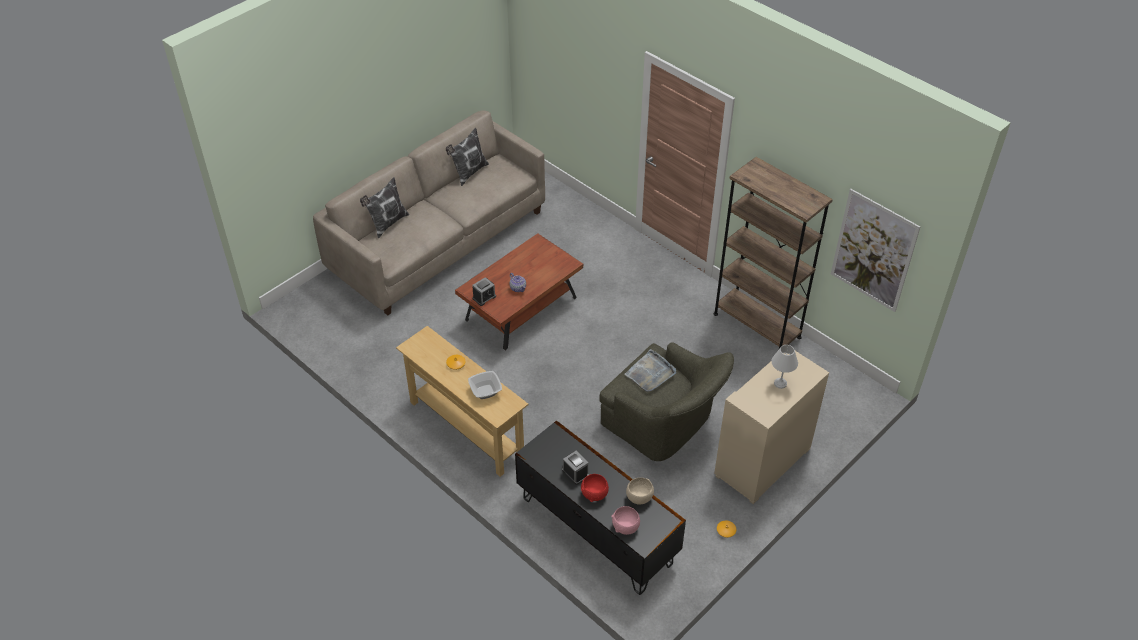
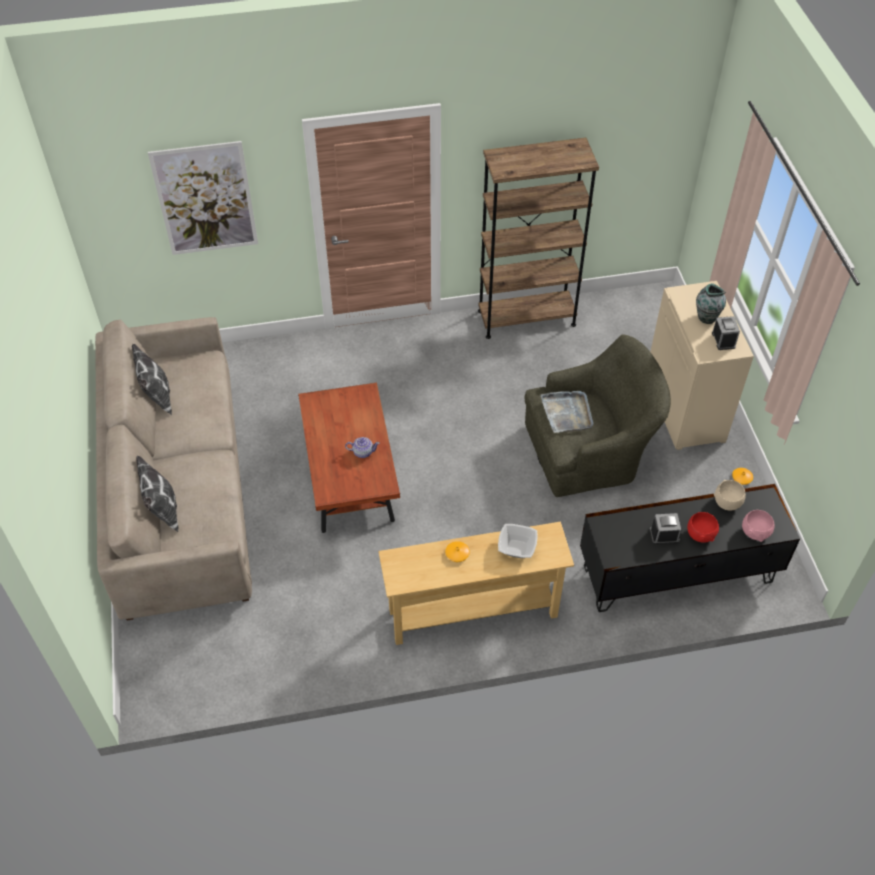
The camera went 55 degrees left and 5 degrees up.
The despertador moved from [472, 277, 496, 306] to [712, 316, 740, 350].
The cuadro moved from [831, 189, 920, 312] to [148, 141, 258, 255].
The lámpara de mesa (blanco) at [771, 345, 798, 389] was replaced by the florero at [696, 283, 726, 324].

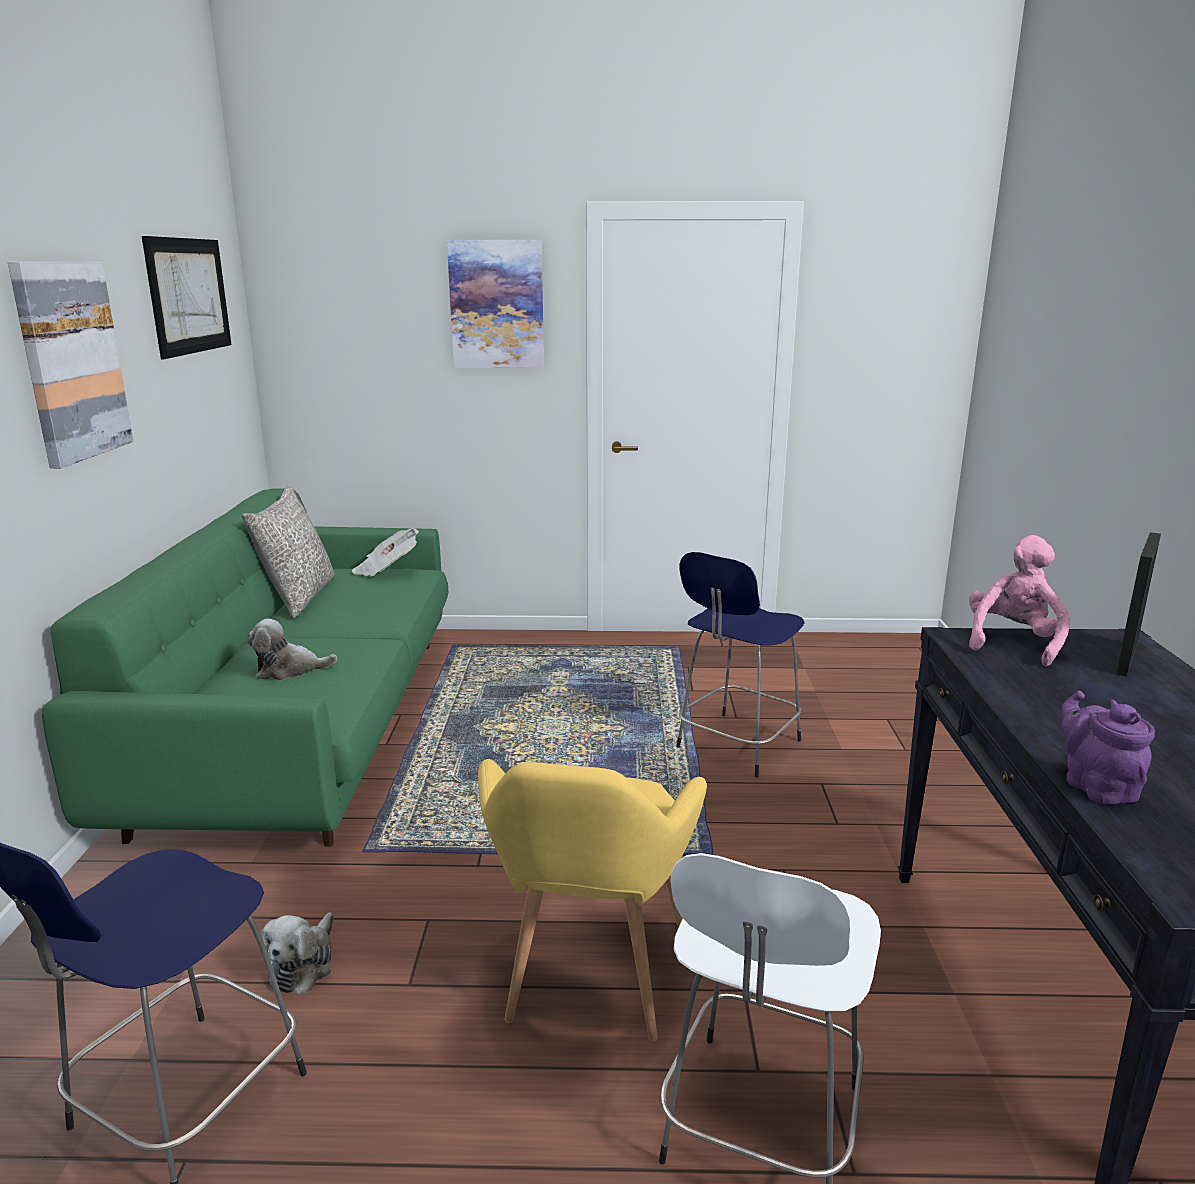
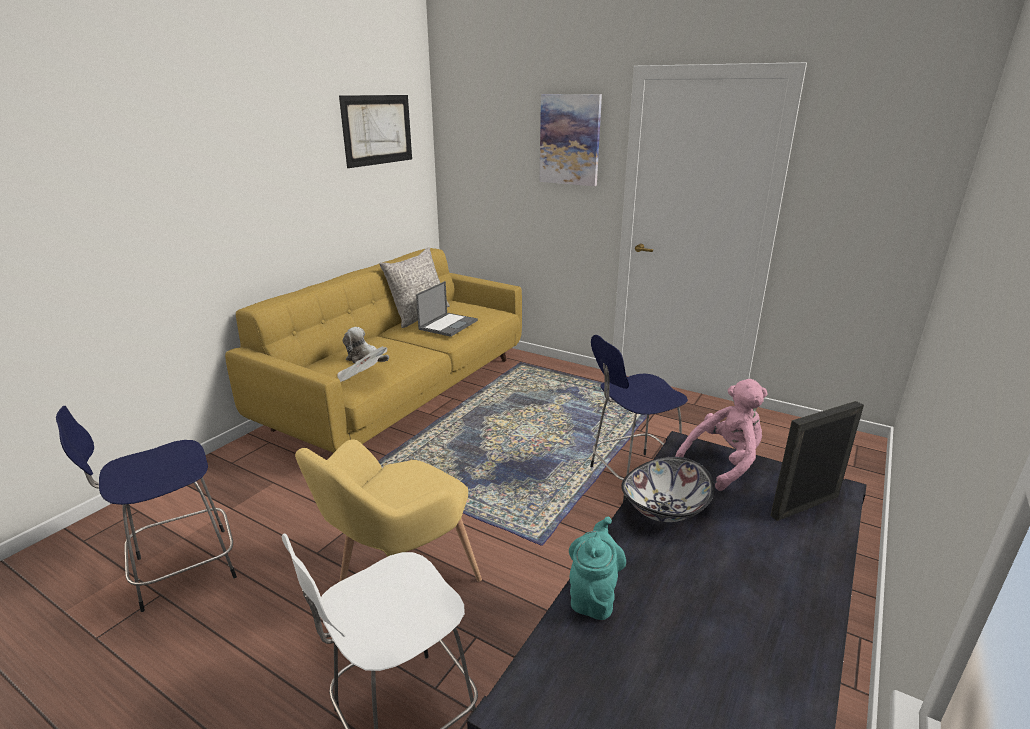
The camera went 30 degrees right and 5 degrees up.
The cuadro at [8, 262, 133, 469] disappeared.
The peluche at [261, 912, 333, 995] disappeared.
The portátil at [416, 281, 478, 337] appeared.
The cuenco at [621, 457, 715, 522] appeared.
The periódico moved from [352, 528, 419, 577] to [337, 346, 388, 382].
The sofá (verde) at [42, 488, 449, 847] became the sofá (amarillo) at [225, 248, 522, 453].
The tetera (morado) at [1061, 691, 1155, 804] became the tetera (turquesa) at [569, 517, 626, 620].

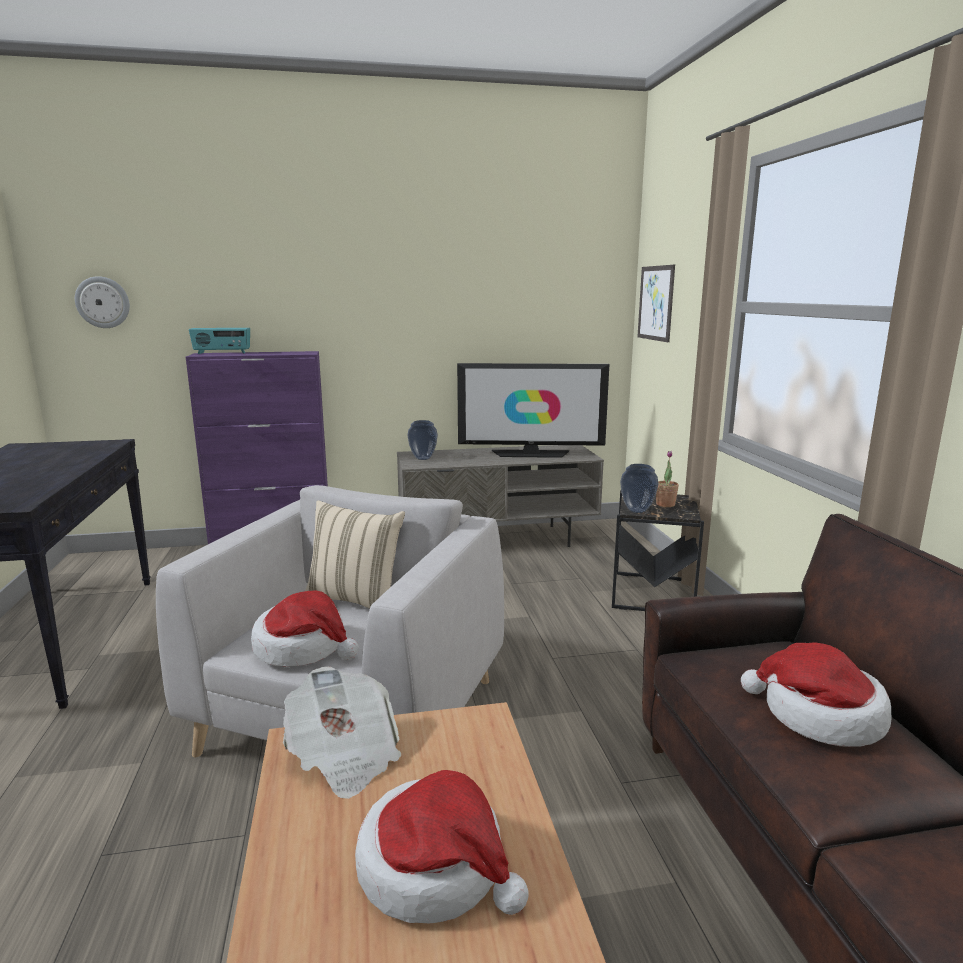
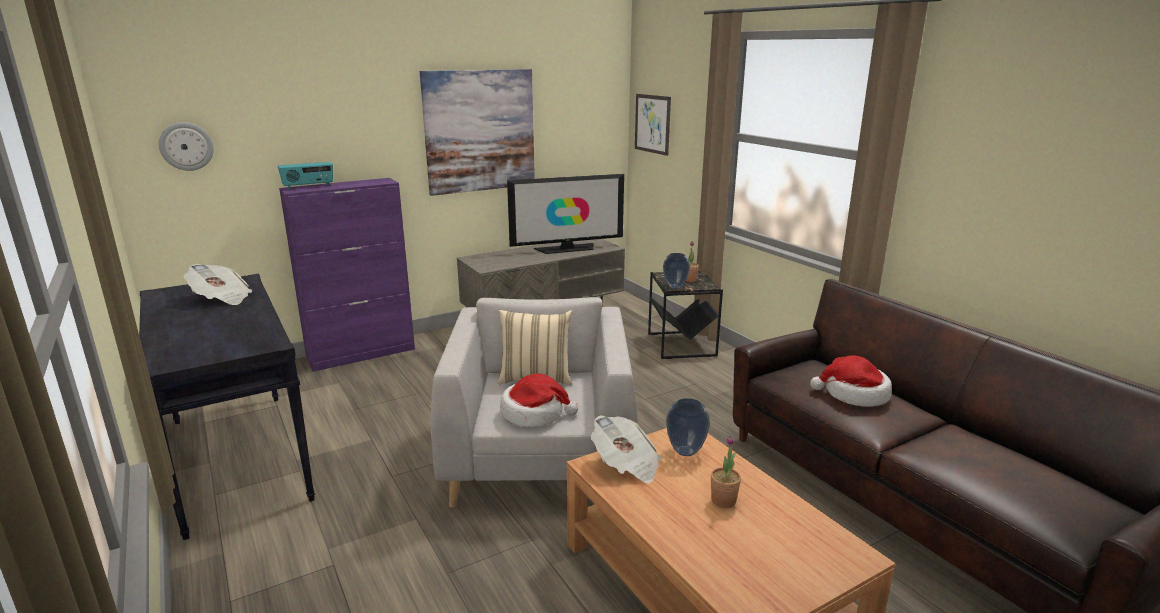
The camera went 20 degrees left and 5 degrees up.
The periódico at [184, 264, 252, 305] appeared.
The cuadro at [420, 69, 535, 196] appeared.
The florero moved from [407, 420, 438, 460] to [666, 398, 710, 456].
The sombrero at [355, 770, 529, 923] was replaced by the planta en maceta at [711, 436, 741, 508].

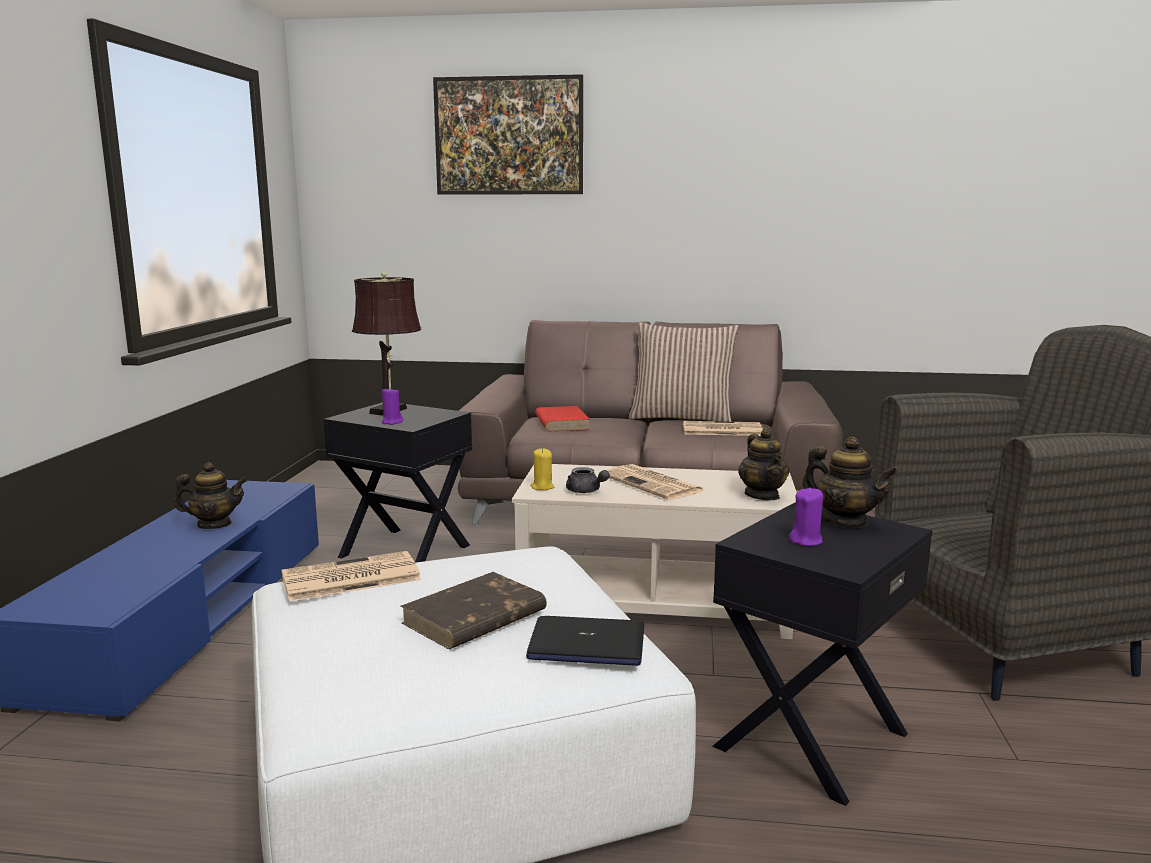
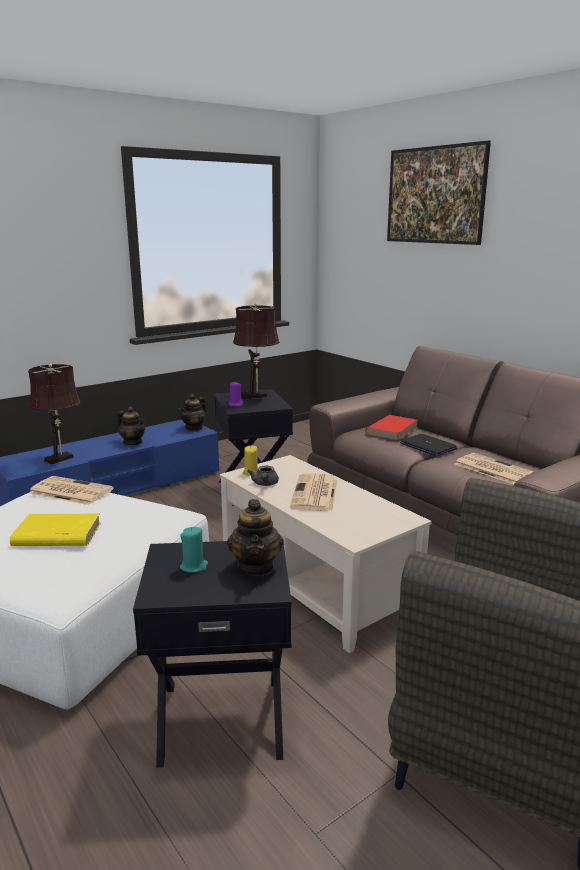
The camera went 45 degrees right and 5 degrees up.
The cojín at [629, 322, 739, 422] disappeared.
The lámpara de mesa (marrón) at [28, 364, 81, 464] appeared.
The portátil moved from [526, 616, 644, 666] to [400, 434, 457, 456].
The tetera moved from [738, 428, 789, 500] to [179, 394, 207, 431].
The libro (marrón) at [401, 572, 547, 649] became the libro (amarillo) at [10, 514, 101, 546].
The vela (morado) at [789, 487, 823, 546] became the vela (turquesa) at [180, 527, 208, 573].

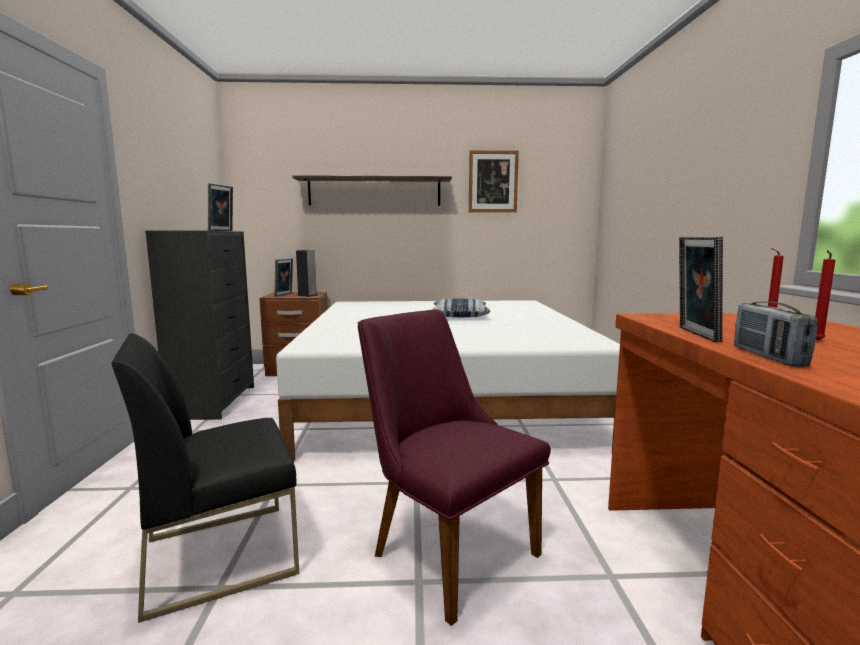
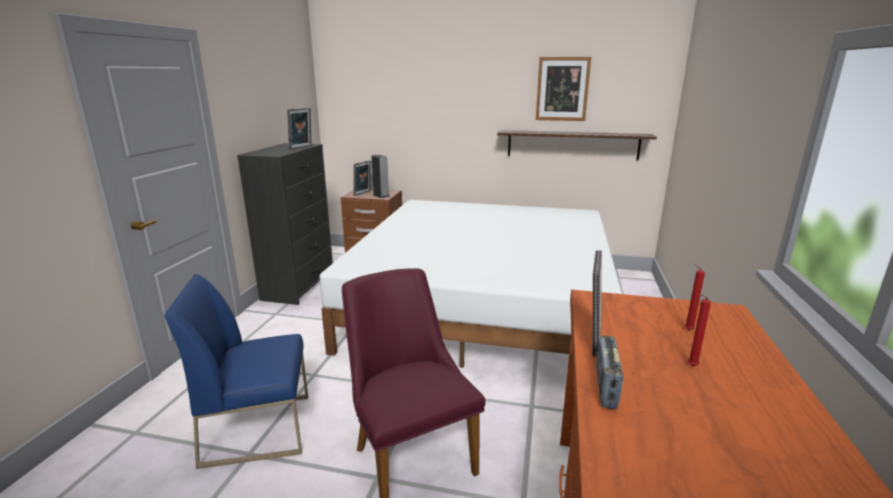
The camera went 15 degrees right and 10 degrees up.
The cojín at [433, 299, 490, 317] disappeared.
The estante moved from [292, 175, 452, 206] to [497, 130, 657, 160].
The silla (negro) at [111, 334, 299, 623] became the silla (azul) at [164, 274, 308, 469].

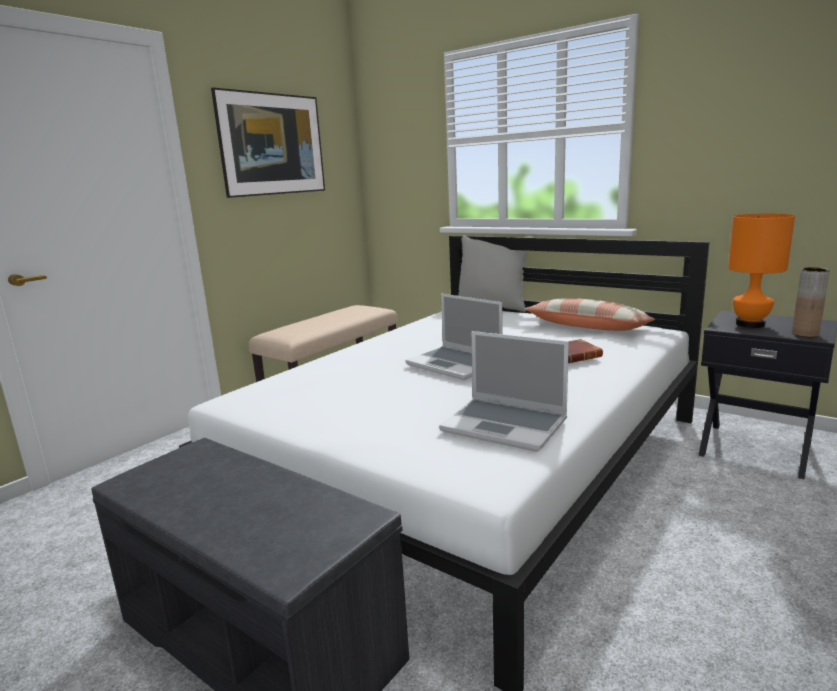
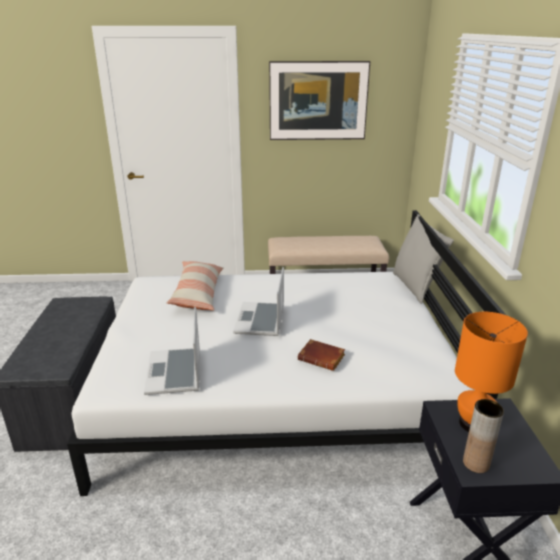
The camera went 50 degrees right and 10 degrees up.
The cojín moved from [524, 298, 655, 331] to [167, 261, 224, 310].

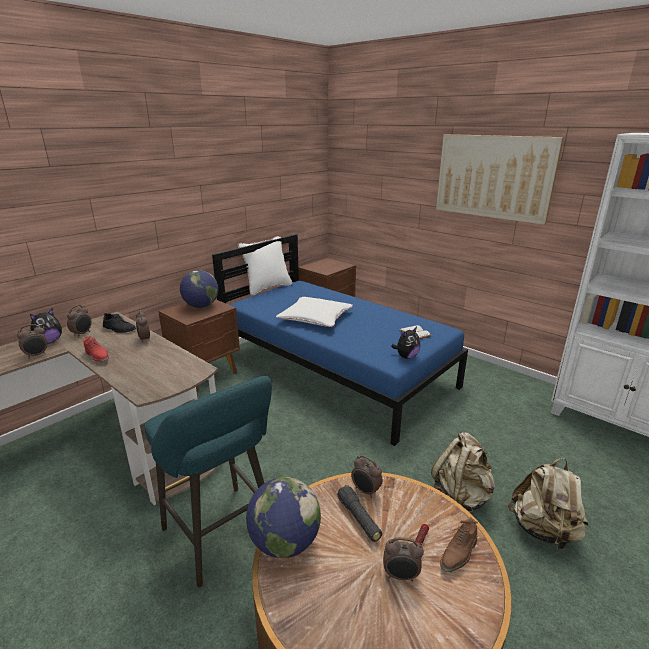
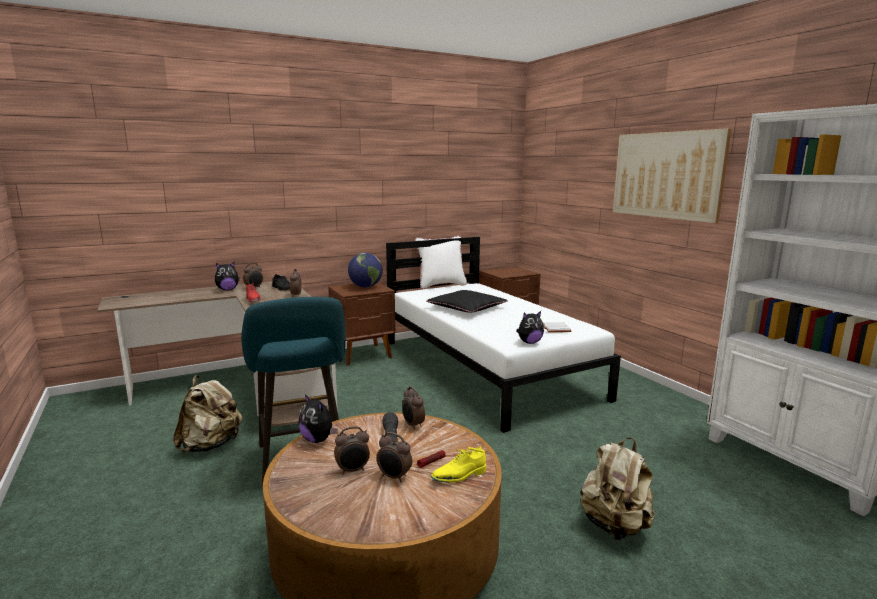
The camera went 20 degrees right and 10 degrees down.
The despertador moved from [17, 324, 48, 359] to [334, 426, 370, 474].
The mochila (beis) moved from [431, 432, 495, 514] to [173, 375, 242, 453].
The globo terráqueo at [246, 477, 321, 558] was replaced by the peluche at [298, 394, 338, 443].
The cama (azul) at [212, 234, 468, 446] became the cama (blanco) at [386, 237, 621, 433].
The cojín (blanco) at [276, 297, 353, 327] became the cojín (negro) at [426, 290, 508, 313].
The zapato (marrón) at [440, 517, 478, 572] became the zapato (amarillo) at [431, 447, 486, 483].

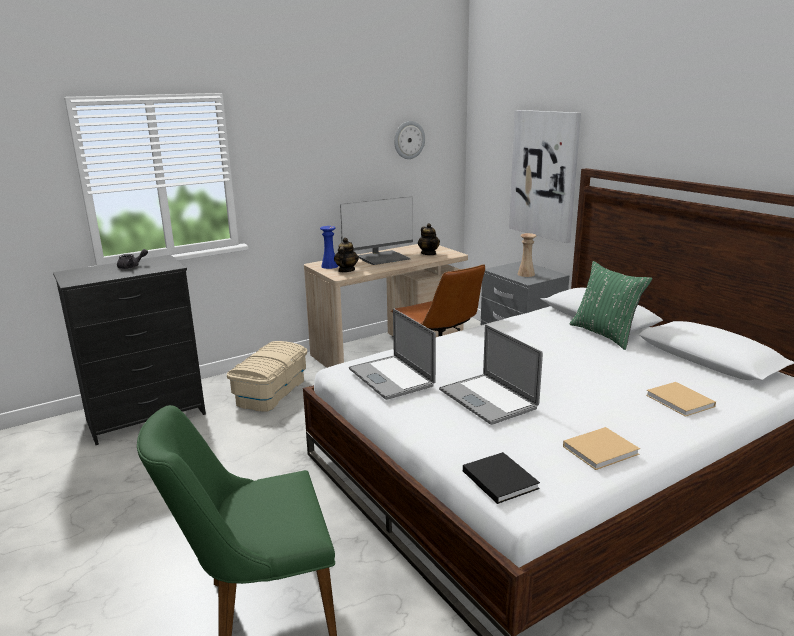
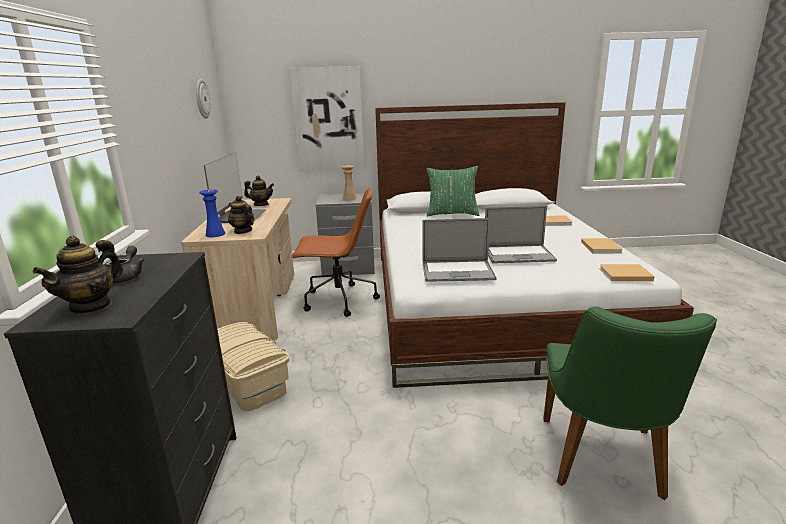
The camera went 60 degrees left and 0 degrees up.
The tetera at [33, 236, 123, 314] appeared.
The libro (negro) at [463, 452, 540, 504] became the libro (beis) at [599, 264, 655, 281].

